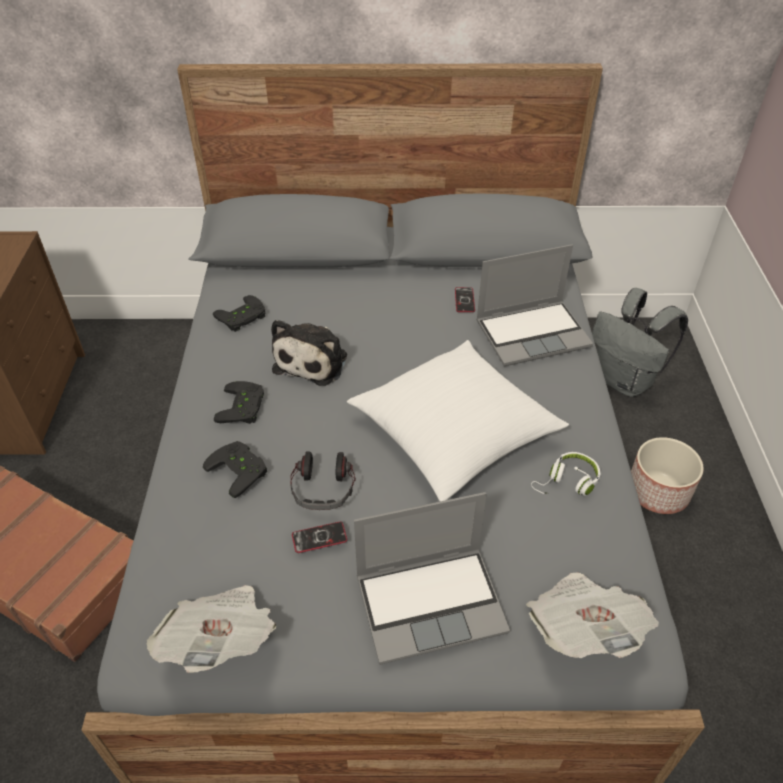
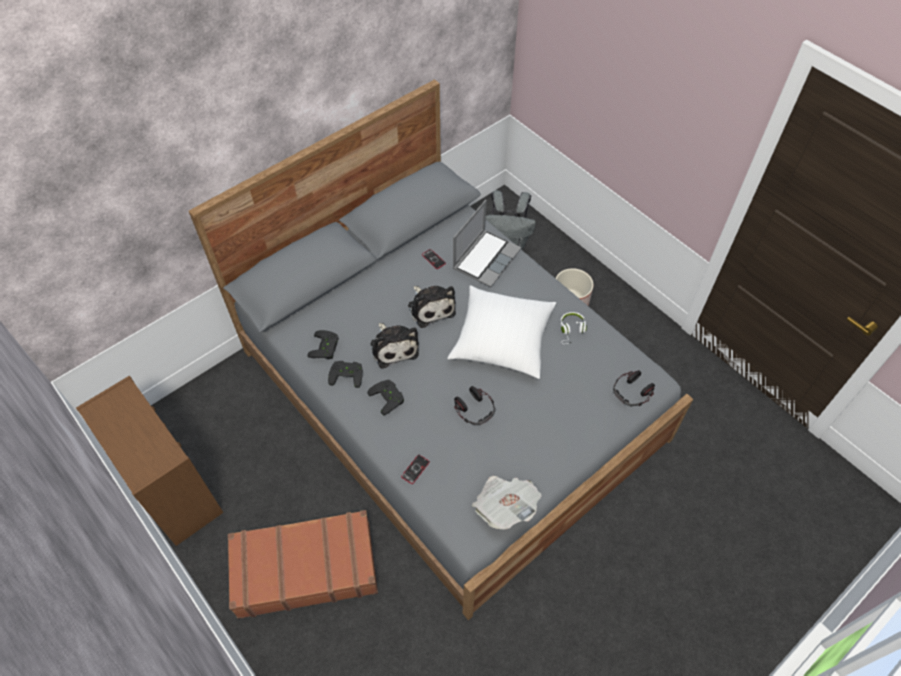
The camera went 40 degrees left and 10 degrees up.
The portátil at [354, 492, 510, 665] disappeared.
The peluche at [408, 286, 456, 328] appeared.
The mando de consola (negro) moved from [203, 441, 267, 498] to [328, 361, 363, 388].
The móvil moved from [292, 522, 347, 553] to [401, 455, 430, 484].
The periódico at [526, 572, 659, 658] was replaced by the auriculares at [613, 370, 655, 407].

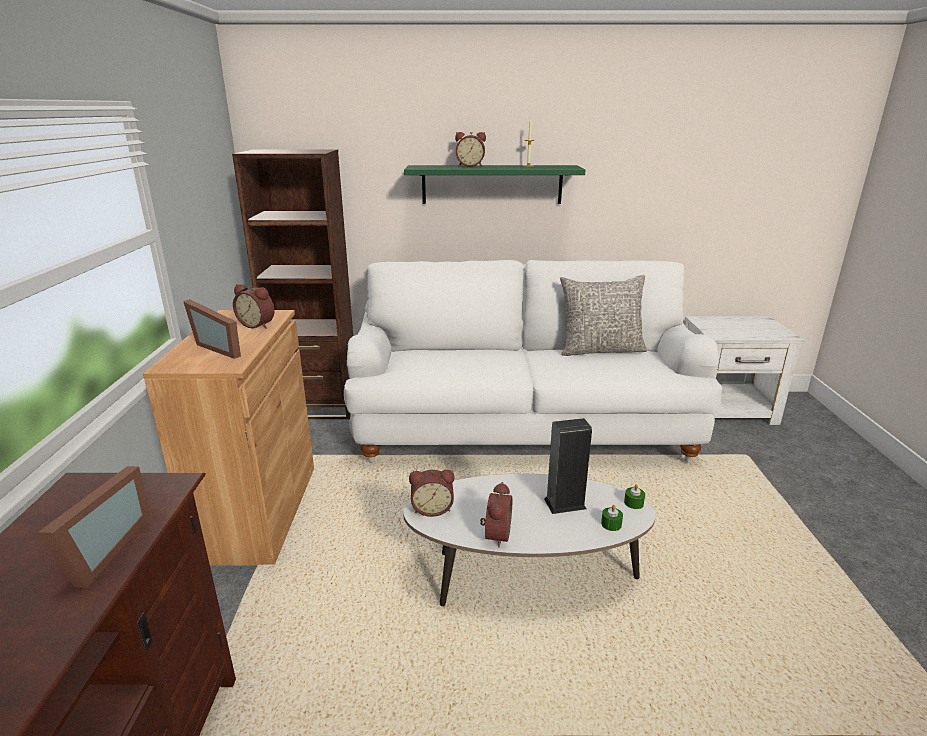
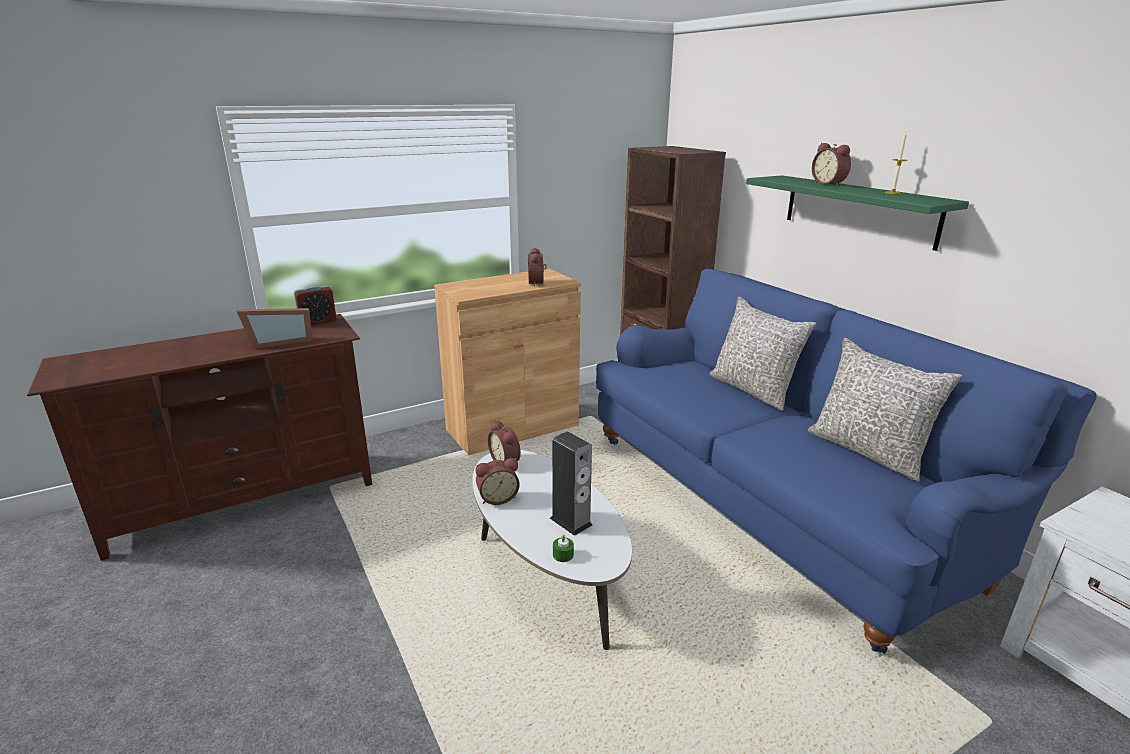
The camera went 60 degrees right and 0 degrees up.
The portarretratos at [183, 299, 241, 359] disappeared.
The vela (verde) at [624, 484, 645, 509] disappeared.
The despertador at [294, 285, 337, 325] appeared.
The cojín (gris) at [709, 297, 816, 411] appeared.
The sofá (blanco) at [344, 260, 722, 463] became the sofá (azul) at [596, 269, 1097, 654].

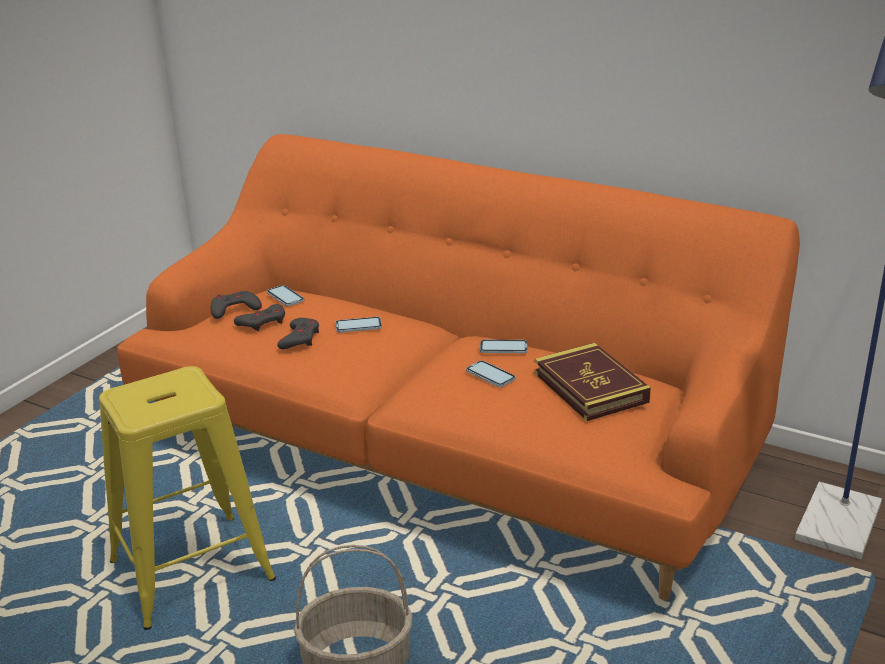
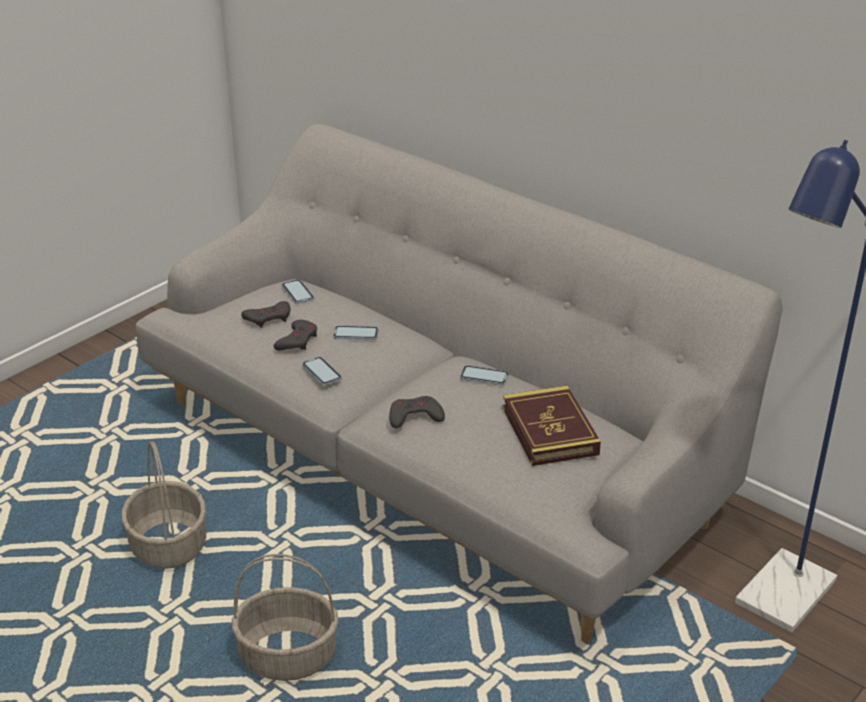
The camera went 10 degrees right and 5 degrees up.
The mando de consola (gris) moved from [211, 291, 262, 319] to [389, 396, 445, 428].
The móvil moved from [466, 360, 516, 387] to [302, 357, 342, 386].
The taburete (amarillo) at [99, 366, 276, 630] was replaced by the cesta at [122, 441, 206, 569].
The sofá (naranja) at [117, 134, 800, 600] became the sofá (gris) at [136, 124, 782, 643].

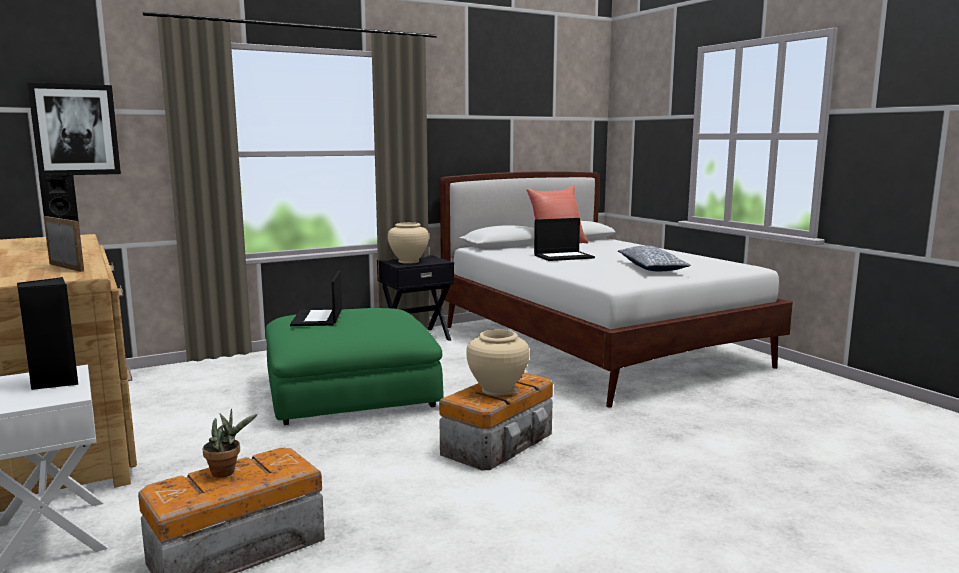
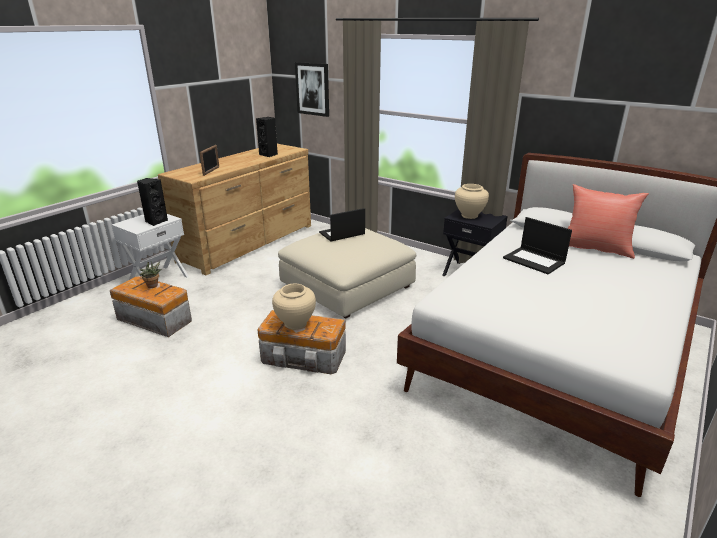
The camera went 65 degrees right and 15 degrees up.
The cojín at [618, 246, 691, 271] disappeared.
The puf (verde) at [266, 308, 444, 425] became the puf (beis) at [278, 228, 416, 319].

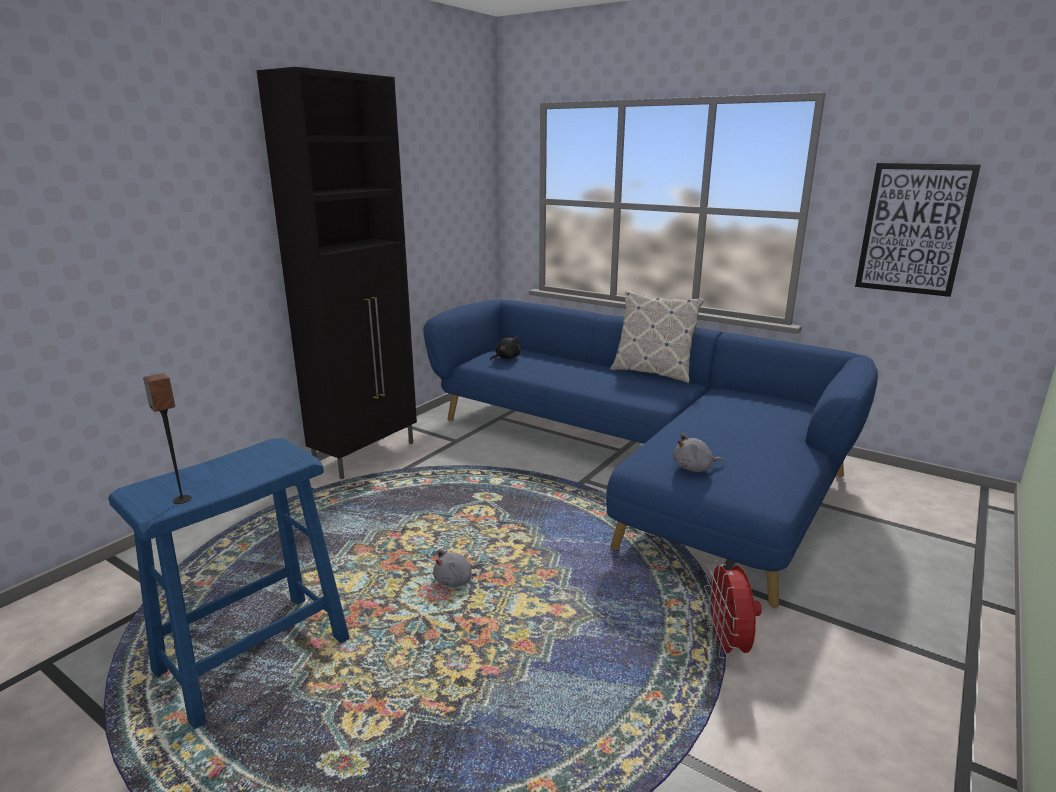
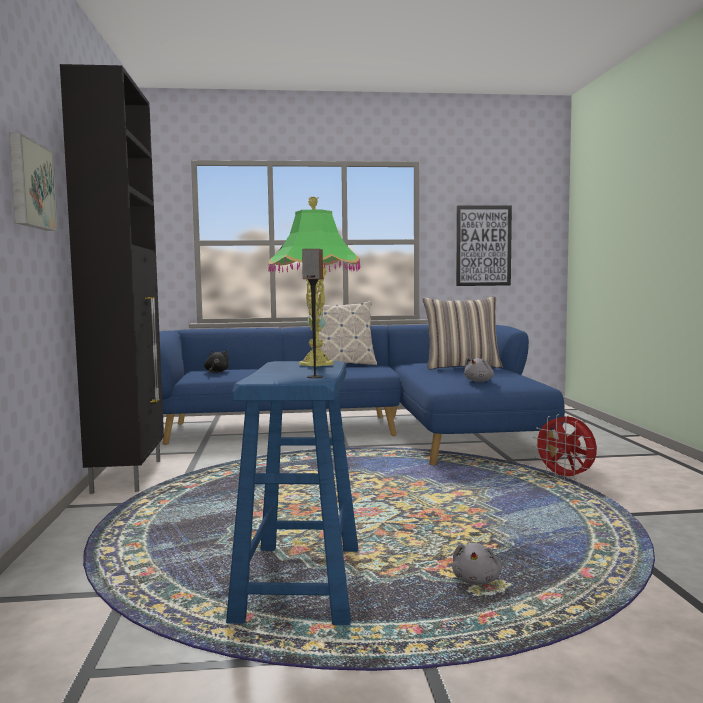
The camera went 40 degrees left and 15 degrees down.
The cuadro at [9, 133, 57, 231] appeared.
The lámpara de mesa at [268, 197, 360, 366] appeared.
The cojín at [423, 297, 503, 369] appeared.
The peluche (gris) moved from [433, 550, 482, 587] to [452, 543, 502, 585].

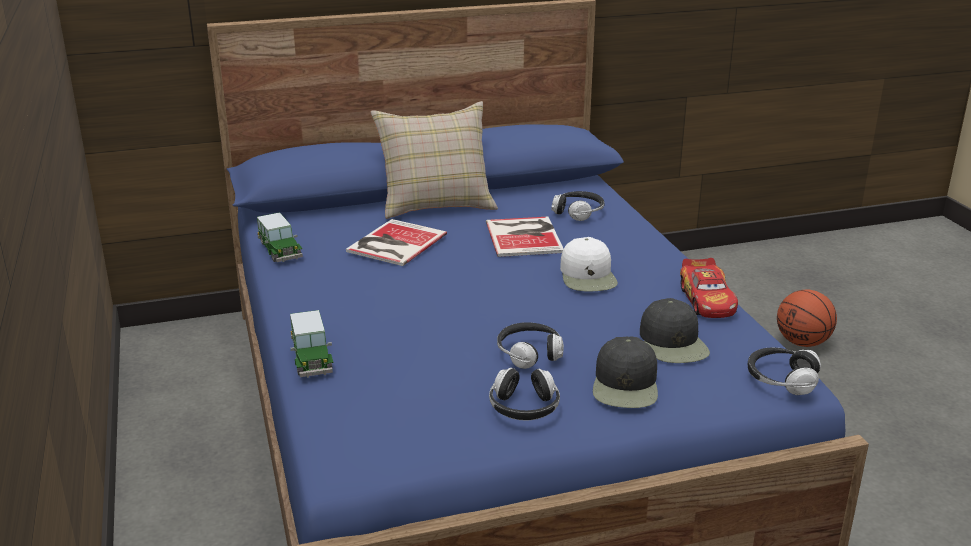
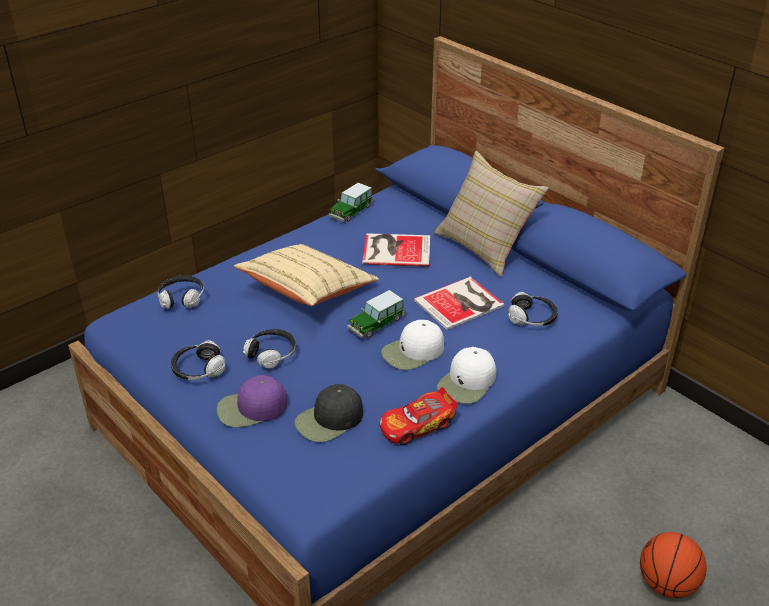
The camera went 65 degrees right and 10 degrees up.
The cojín (beis) at [234, 244, 379, 306] appeared.
The gorra (blanco) at [437, 347, 496, 404] appeared.
The coche de juguete moved from [290, 310, 333, 378] to [347, 290, 405, 338].
The auriculares moved from [748, 347, 821, 395] to [158, 275, 204, 309].
The gorra (negro) at [593, 337, 658, 408] became the gorra (morado) at [217, 375, 287, 427].

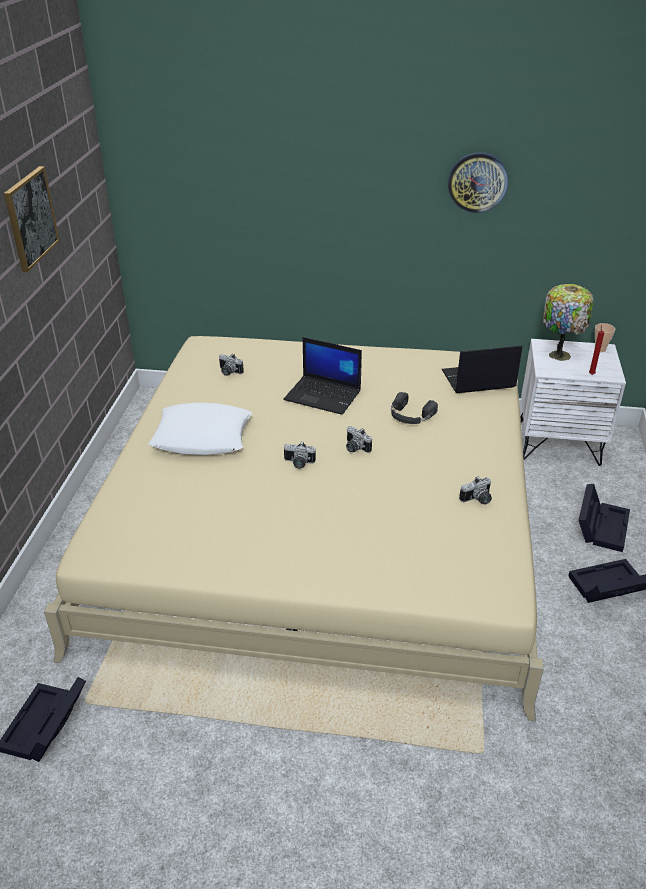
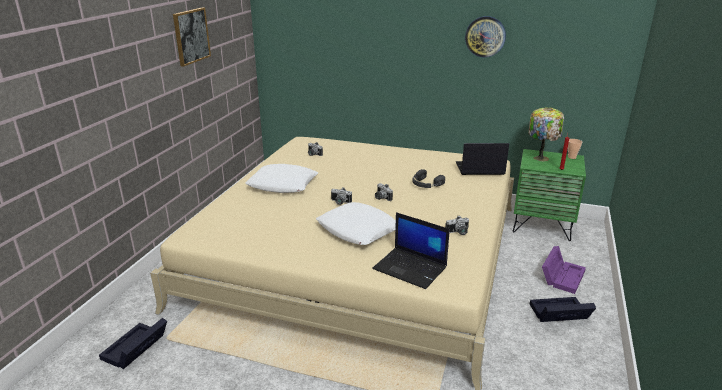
The camera went 10 degrees right and 10 degrees down.
The cojín (blanco) at [316, 202, 396, 245] appeared.
The portátil moved from [283, 337, 362, 415] to [372, 212, 450, 289].
The mesita de noche (blanco) at [521, 339, 626, 466] became the mesita de noche (verde) at [513, 149, 586, 241].
The caja de almacenaje (negro) at [578, 484, 630, 552] became the caja de almacenaje (morado) at [542, 246, 586, 294].

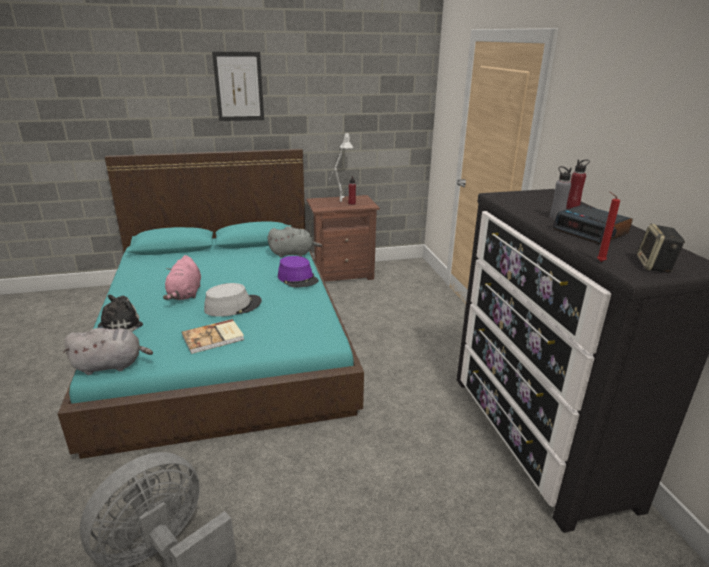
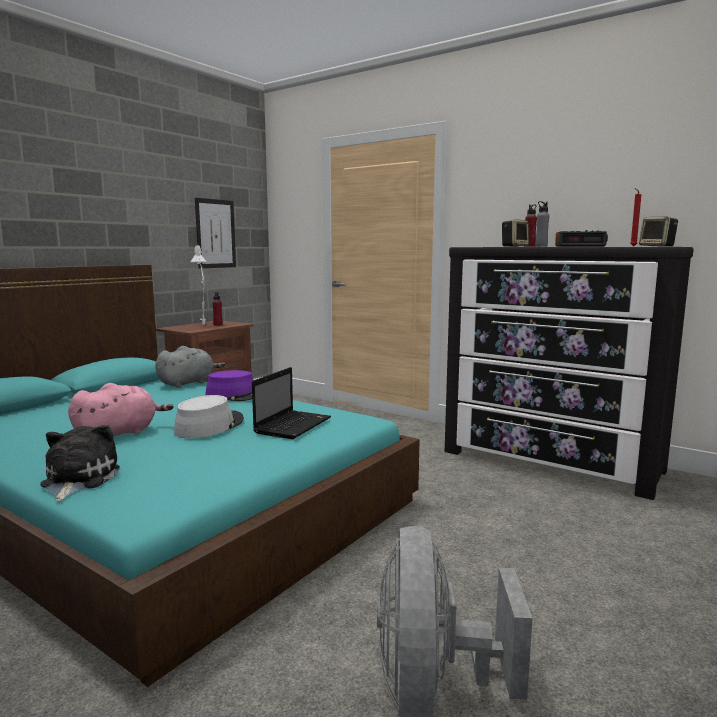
The camera went 40 degrees left and 15 degrees down.
The peluche (gris) at [63, 328, 153, 375] disappeared.
The libro at [182, 319, 244, 354] disappeared.
The portátil at [252, 367, 331, 439] appeared.
The altavoz at [502, 219, 529, 247] appeared.
The cuadro moved from [212, 52, 264, 121] to [195, 198, 236, 269].
The peluche (rosa) at [163, 255, 201, 300] turned 90 degrees counterclockwise.

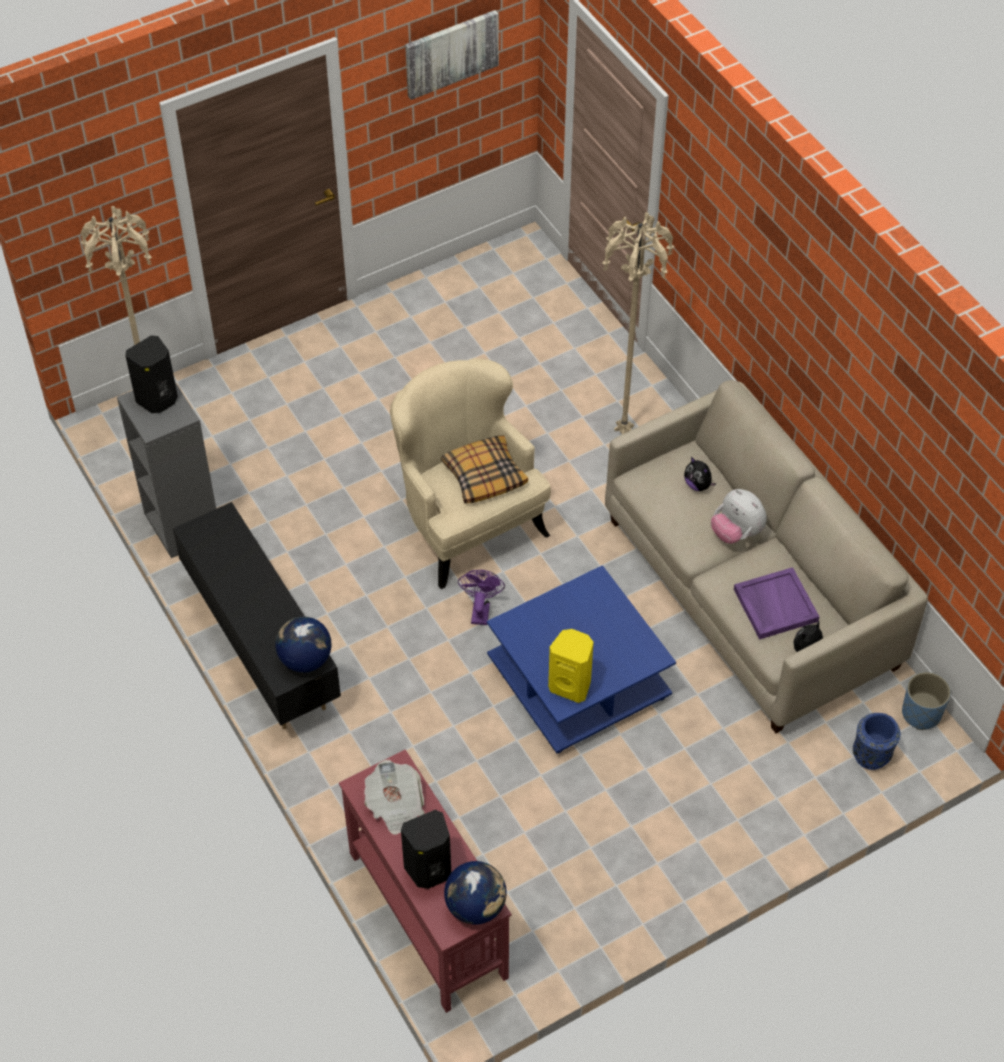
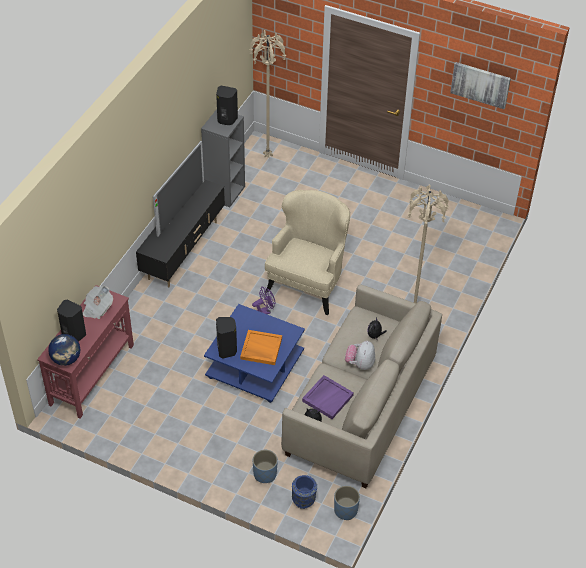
The camera went 55 degrees right and 5 degrees down.
The globo terráqueo at [275, 617, 331, 672] disappeared.
The cojín at [441, 435, 528, 504] disappeared.
The televisor at [153, 141, 204, 237] appeared.
The bandeja (naranja) at [240, 330, 282, 365] appeared.
The maceta (azul) at [253, 450, 278, 483] appeared.
The altavoz (amarillo) at [548, 629, 594, 703] became the altavoz (negro) at [216, 317, 237, 359].

